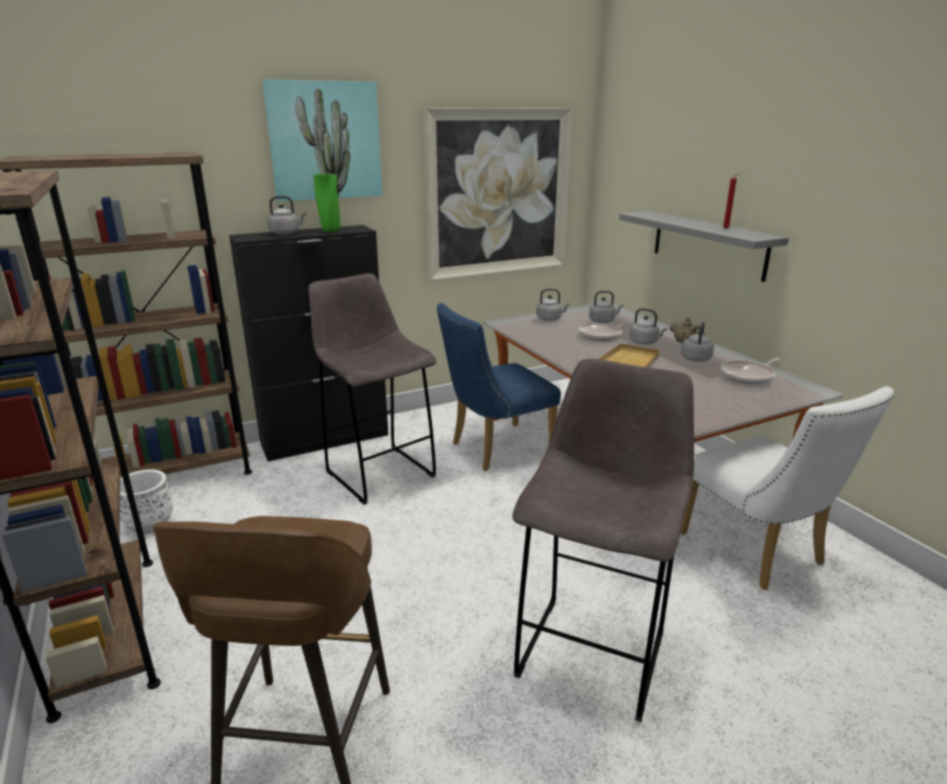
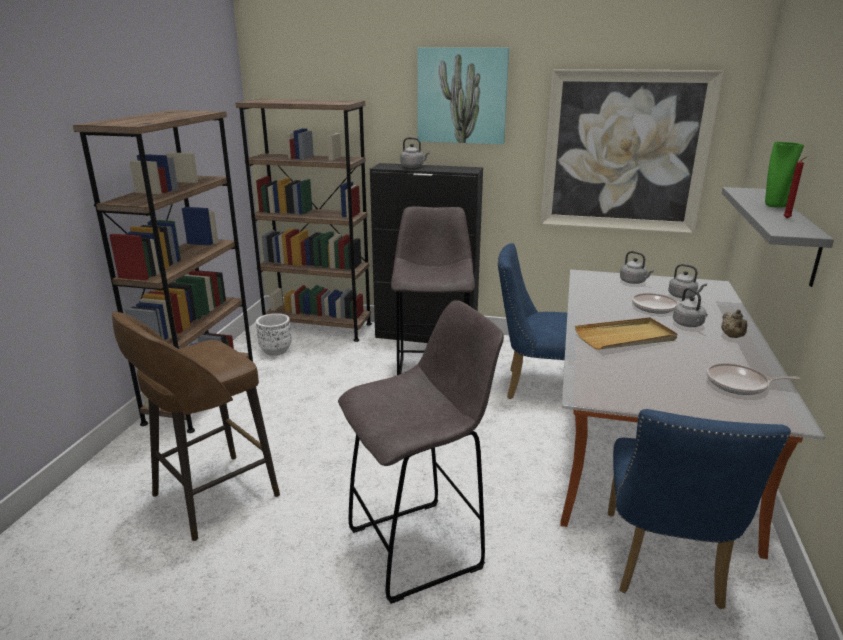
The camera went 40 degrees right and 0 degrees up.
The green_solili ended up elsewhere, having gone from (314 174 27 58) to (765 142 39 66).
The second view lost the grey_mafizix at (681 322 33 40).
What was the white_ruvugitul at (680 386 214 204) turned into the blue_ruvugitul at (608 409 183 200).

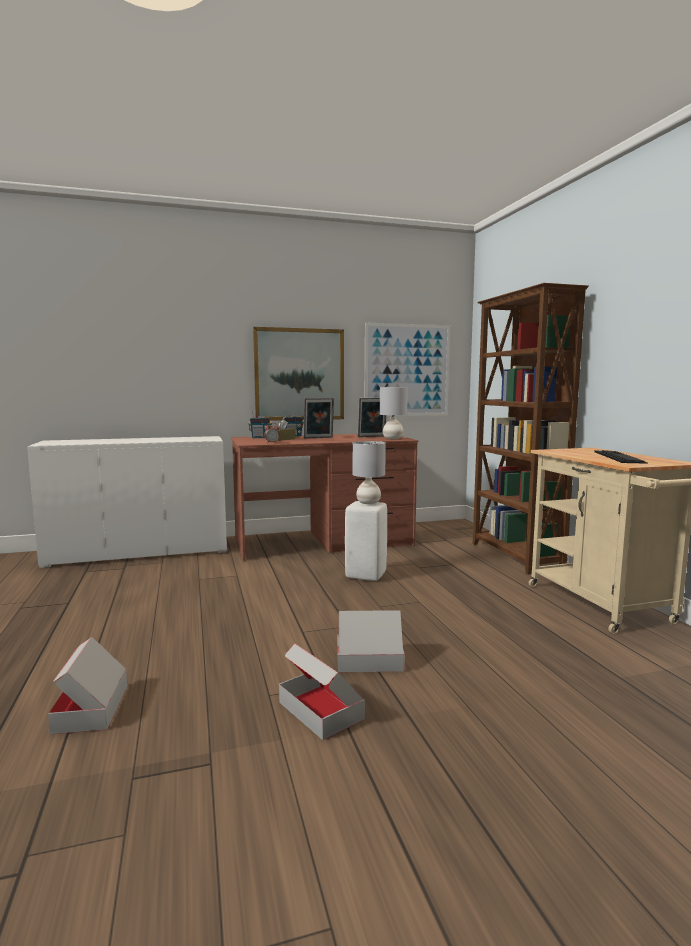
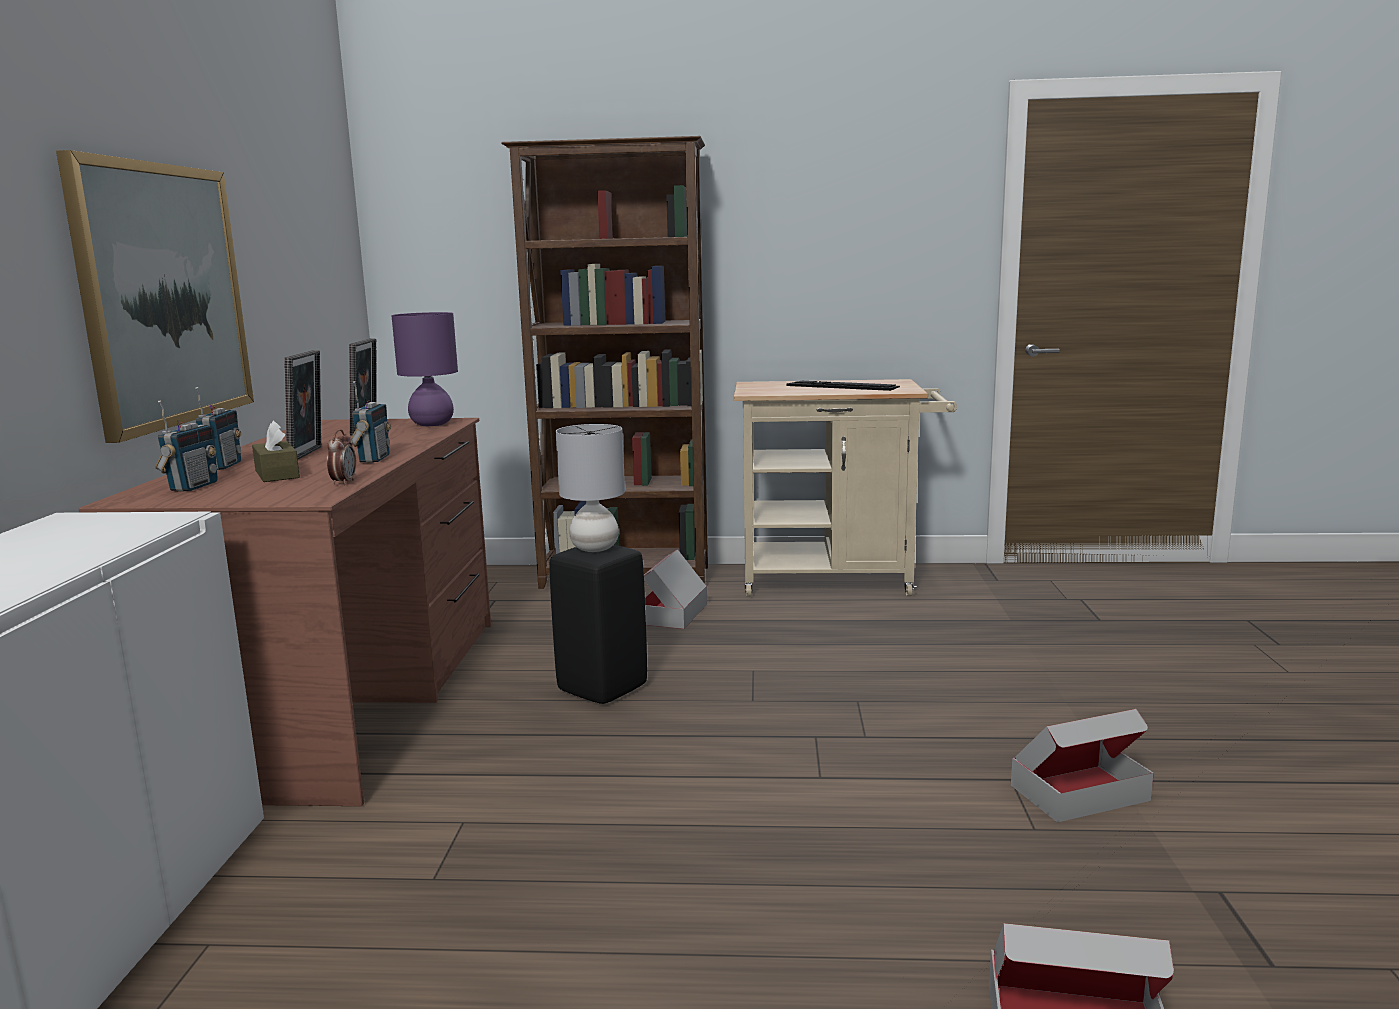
The camera went 70 degrees left and 5 degrees up.
The second view lost the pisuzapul at (365 322 85 94).
What was the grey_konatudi at (380 387 28 52) turned into the purple_konatudi at (392 312 66 114).
What was the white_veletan at (345 501 42 80) turned into the black_veletan at (550 545 97 159).
The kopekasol ended up elsewhere, having gone from (337 610 68 62) to (644 549 63 80).
The second view gained the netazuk at (351 381 40 82).

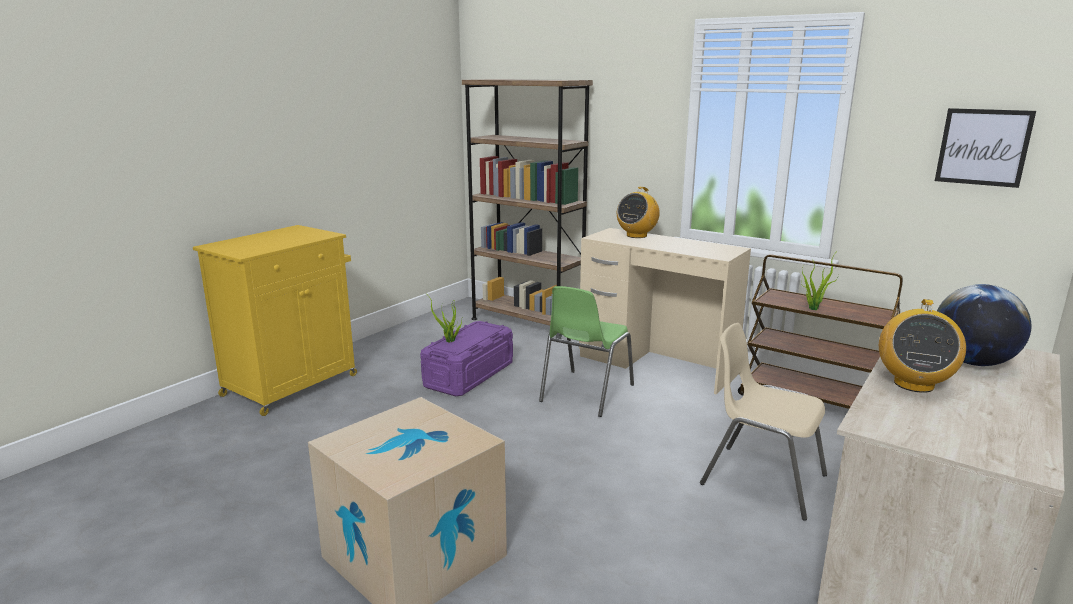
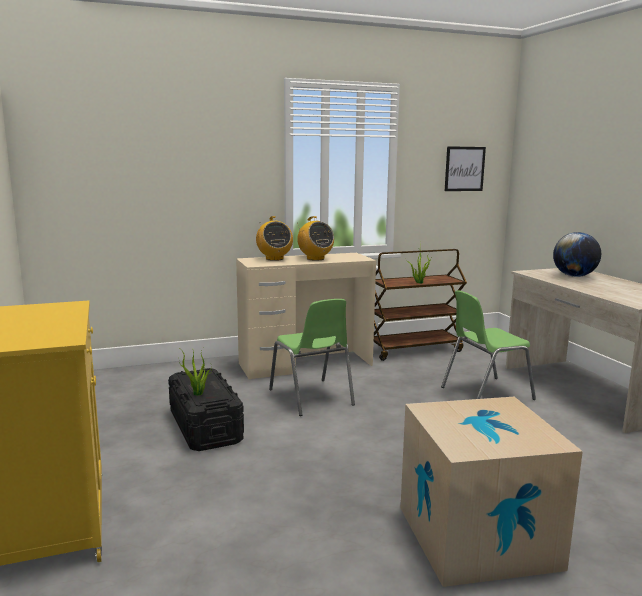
The camera went 55 degrees left and 5 degrees down.
The second view lost the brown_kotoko at (462 79 131 256).
The netazuk ended up elsewhere, having gone from (879 299 87 94) to (297 216 37 45).
What was the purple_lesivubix at (420 321 93 76) turned into the black_lesivubix at (168 368 76 83).
What was the beige_ruvugitul at (700 323 127 198) turned into the green_ruvugitul at (441 290 95 110).

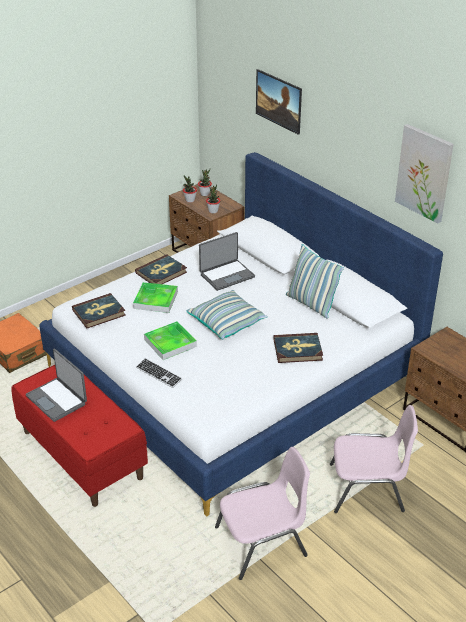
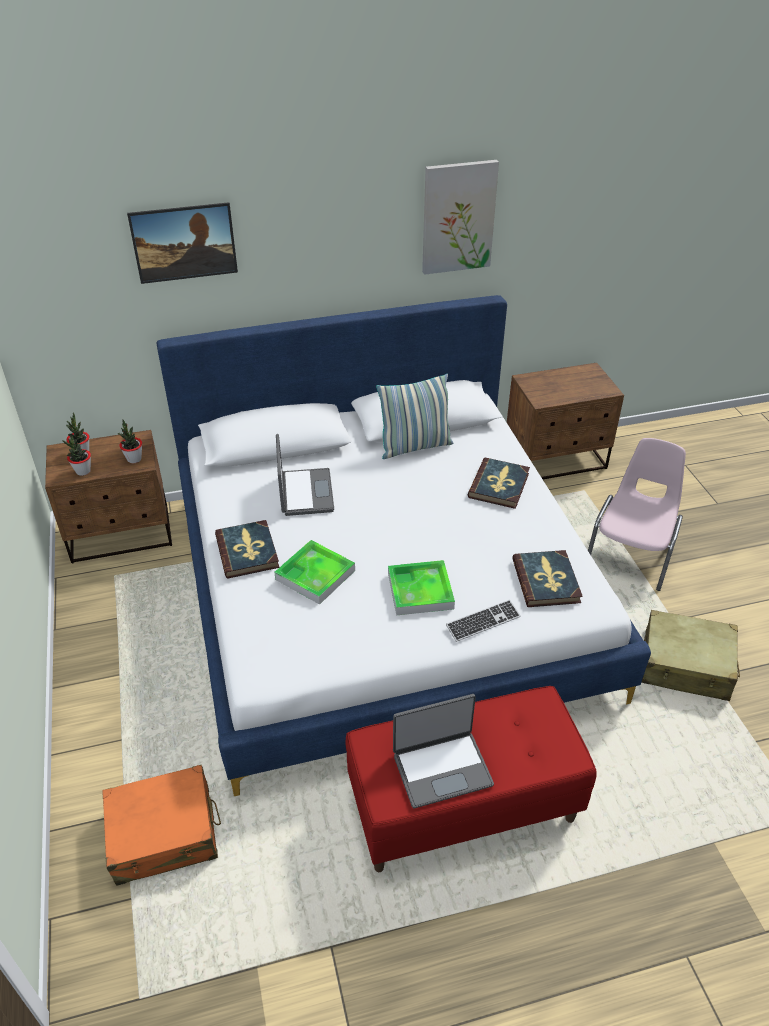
The camera went 65 degrees left and 5 degrees up.
The second view lost the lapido at (187 290 81 49).
The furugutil ended up elsewhere, having gone from (72 293 54 36) to (512 550 71 57).
Where the pink_ruvugitul stood at (215 447 95 133), the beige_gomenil came to stand at (642 610 98 91).

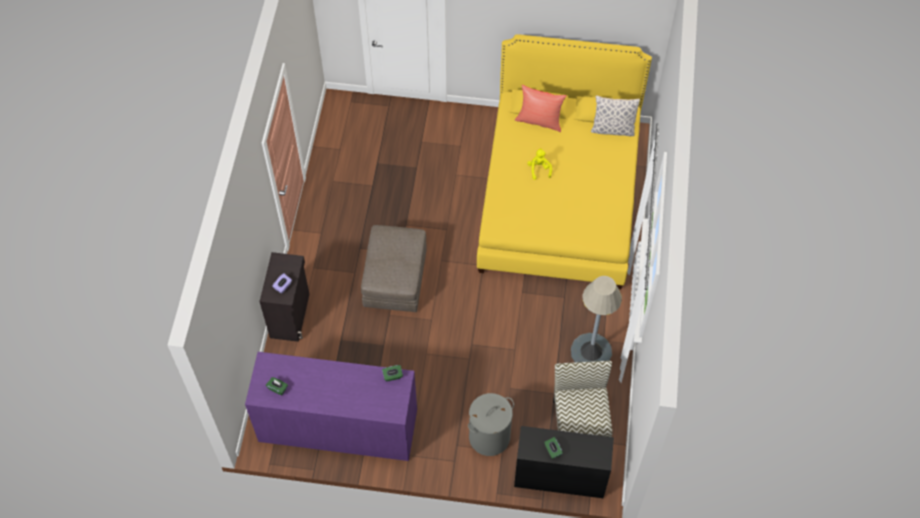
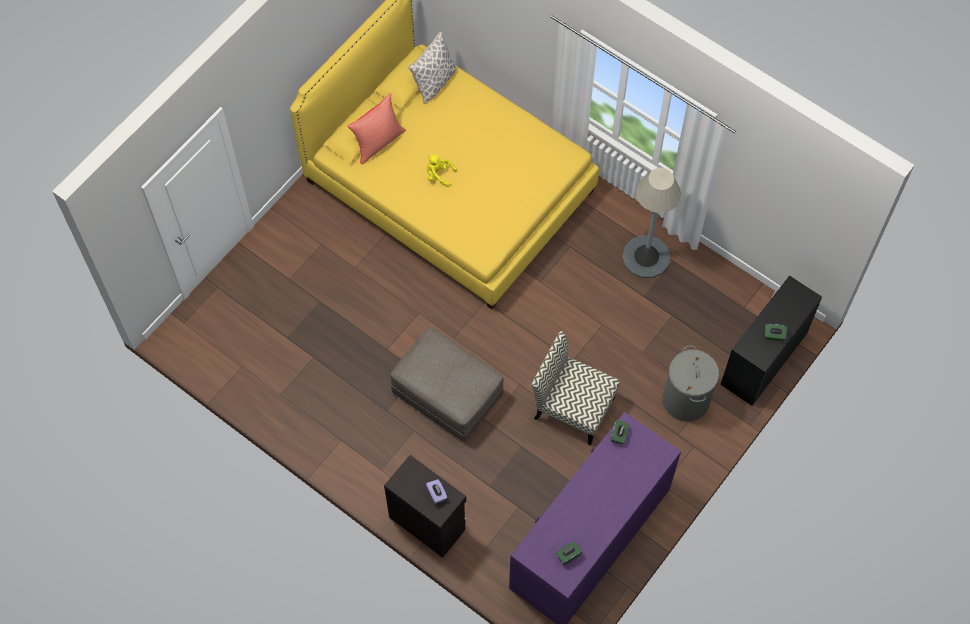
The camera went 60 degrees left and 5 degrees up.
The ruvugitul ended up elsewhere, having gone from (553 361 60 76) to (532 331 88 114).

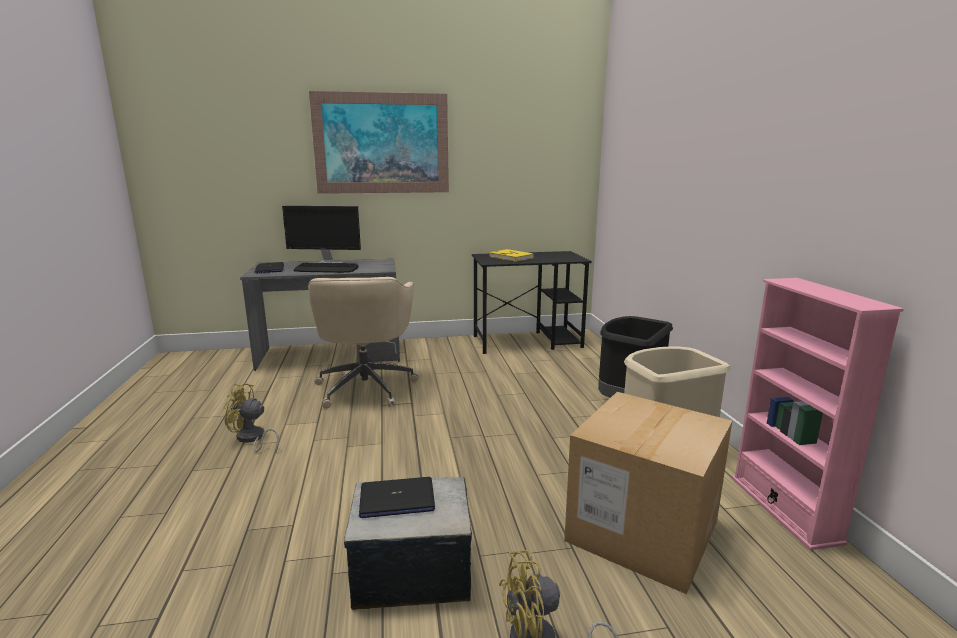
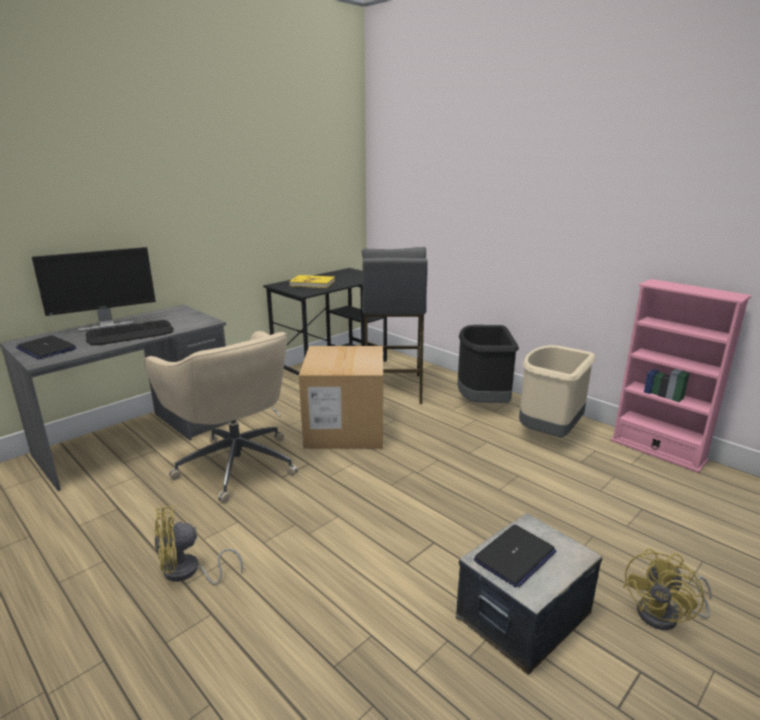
The camera went 35 degrees left and 5 degrees up.
The second view lost the pisuzapul at (309 91 140 103).
The kopekasol ended up elsewhere, having gone from (564 392 168 202) to (299 346 84 103).
The second view gained the grey_veletan at (362 247 66 157).

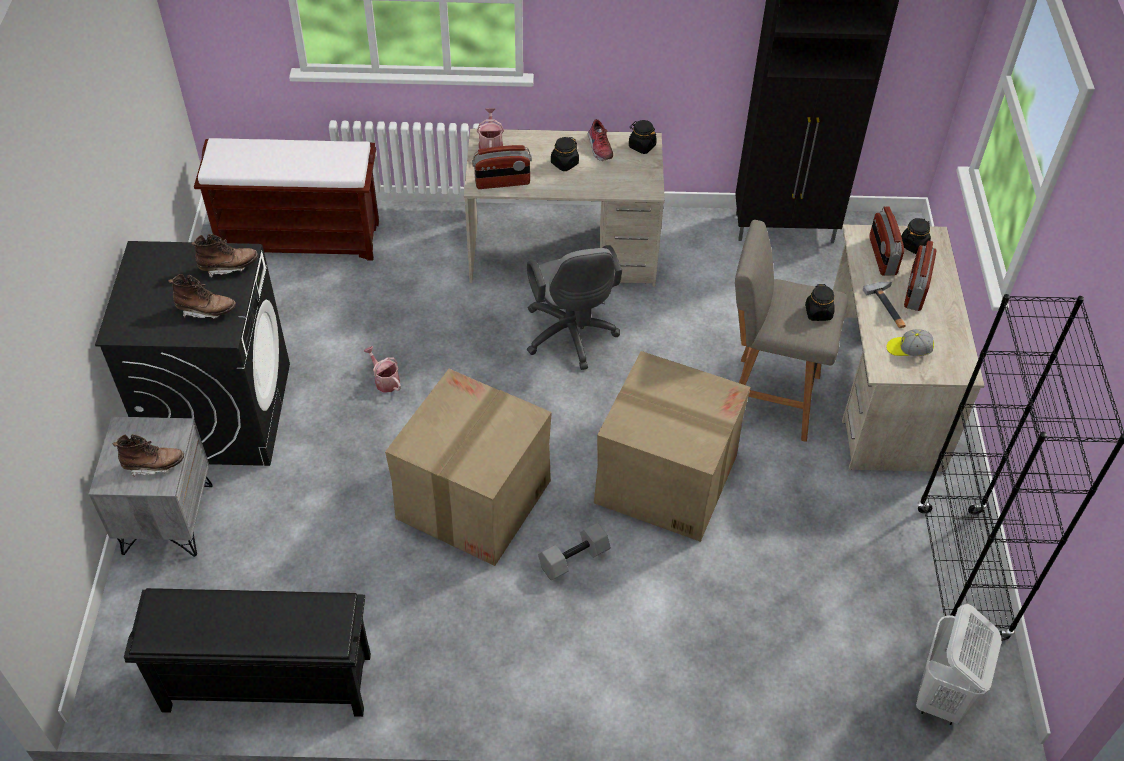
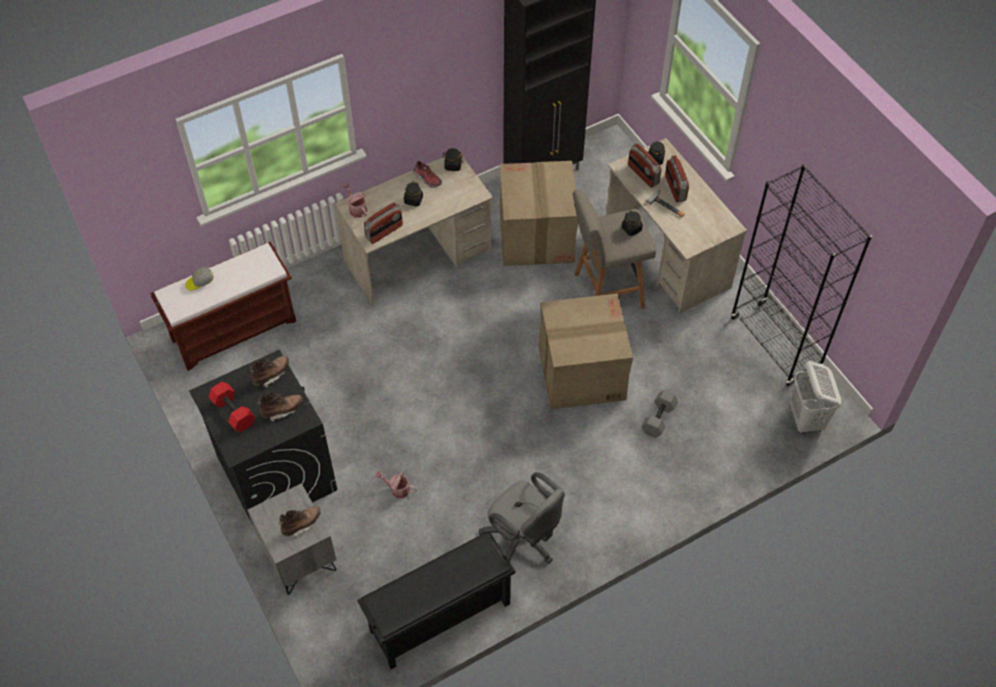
The camera went 30 degrees left and 5 degrees up.
The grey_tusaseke ended up elsewhere, having gone from (527 245 95 125) to (478 472 87 92).
The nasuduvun ended up elsewhere, having gone from (887 329 47 27) to (185 267 29 24).
The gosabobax ended up elsewhere, having gone from (363 346 38 47) to (375 471 42 27).
The kopekasol ended up elsewhere, having gone from (385 369 167 197) to (500 161 78 105).
The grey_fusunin ended up elsewhere, having gone from (538 523 73 57) to (641 390 37 48).
The second view gained the red_fusunin at (208 382 47 50).

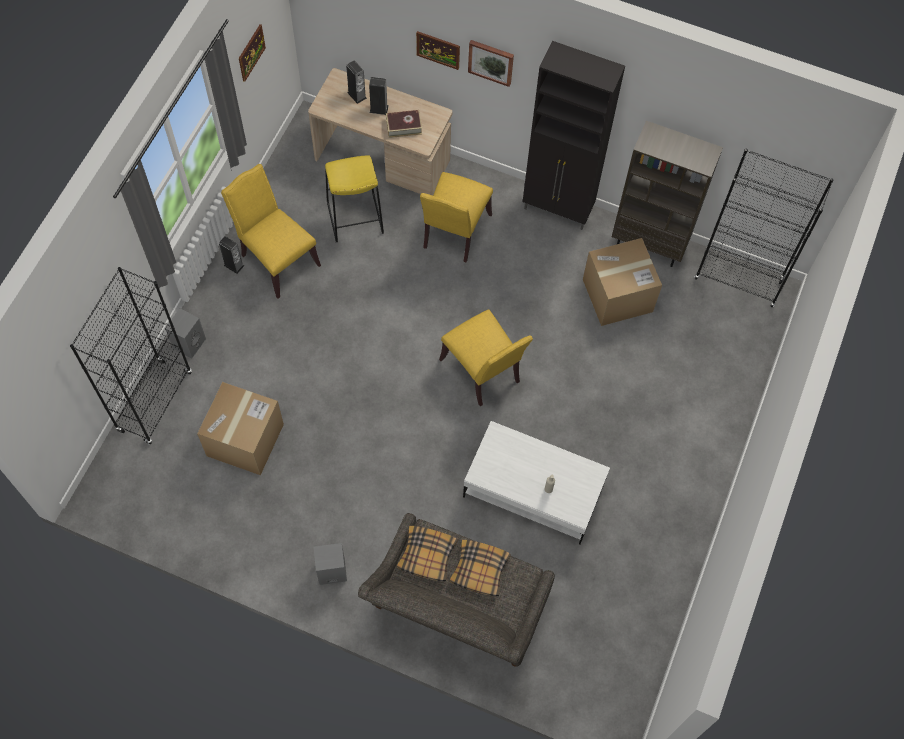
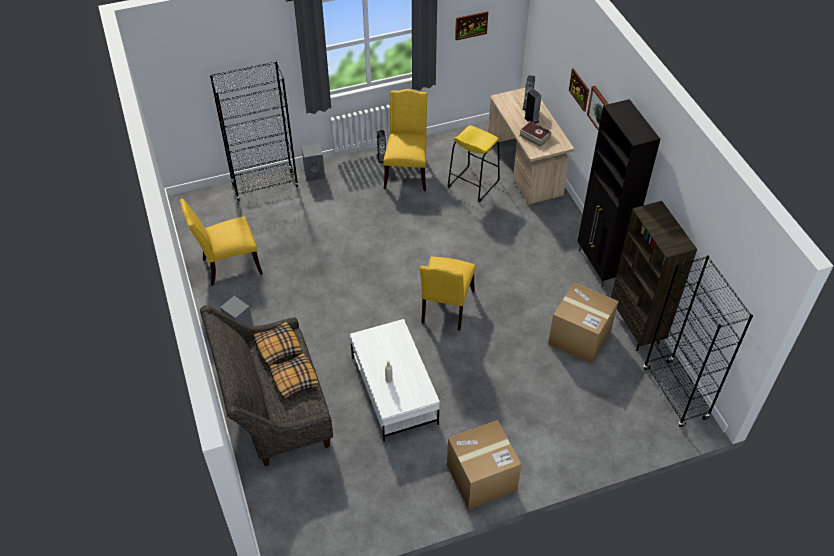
The camera went 50 degrees right and 15 degrees down.
The yellow_ruvugitul ended up elsewhere, having gone from (420 172 73 90) to (180 199 83 87).
The kopekasol ended up elsewhere, having gone from (197 382 87 93) to (447 420 75 90).

